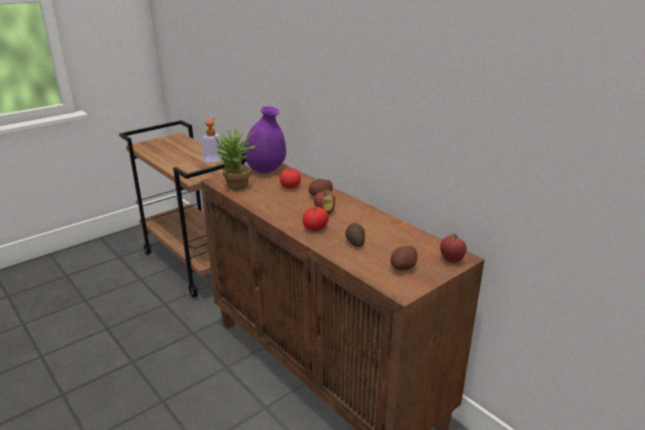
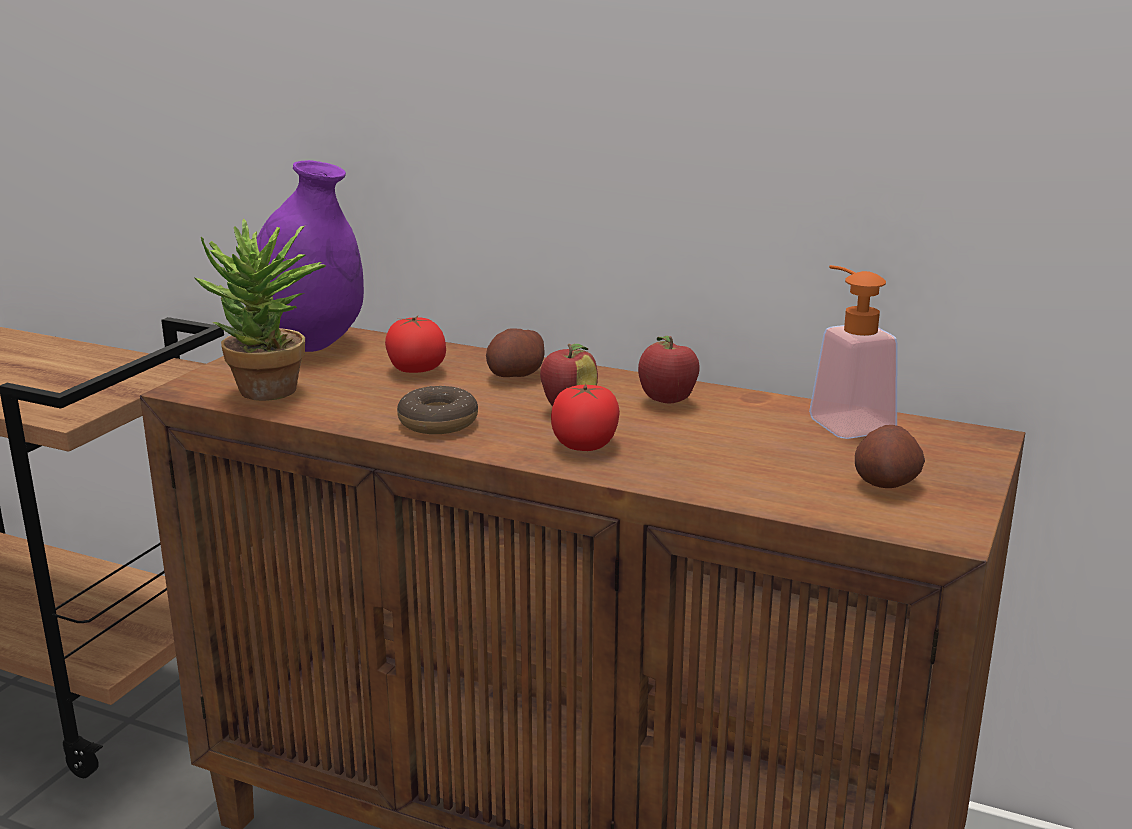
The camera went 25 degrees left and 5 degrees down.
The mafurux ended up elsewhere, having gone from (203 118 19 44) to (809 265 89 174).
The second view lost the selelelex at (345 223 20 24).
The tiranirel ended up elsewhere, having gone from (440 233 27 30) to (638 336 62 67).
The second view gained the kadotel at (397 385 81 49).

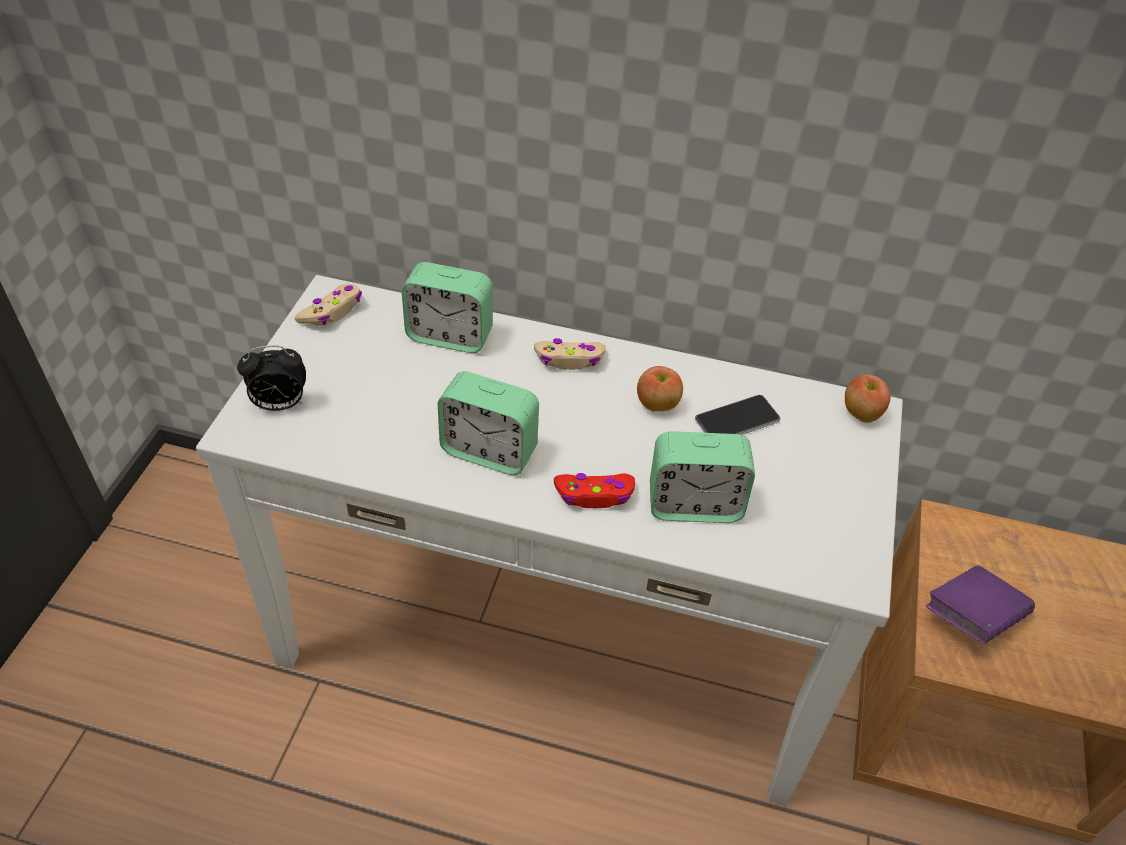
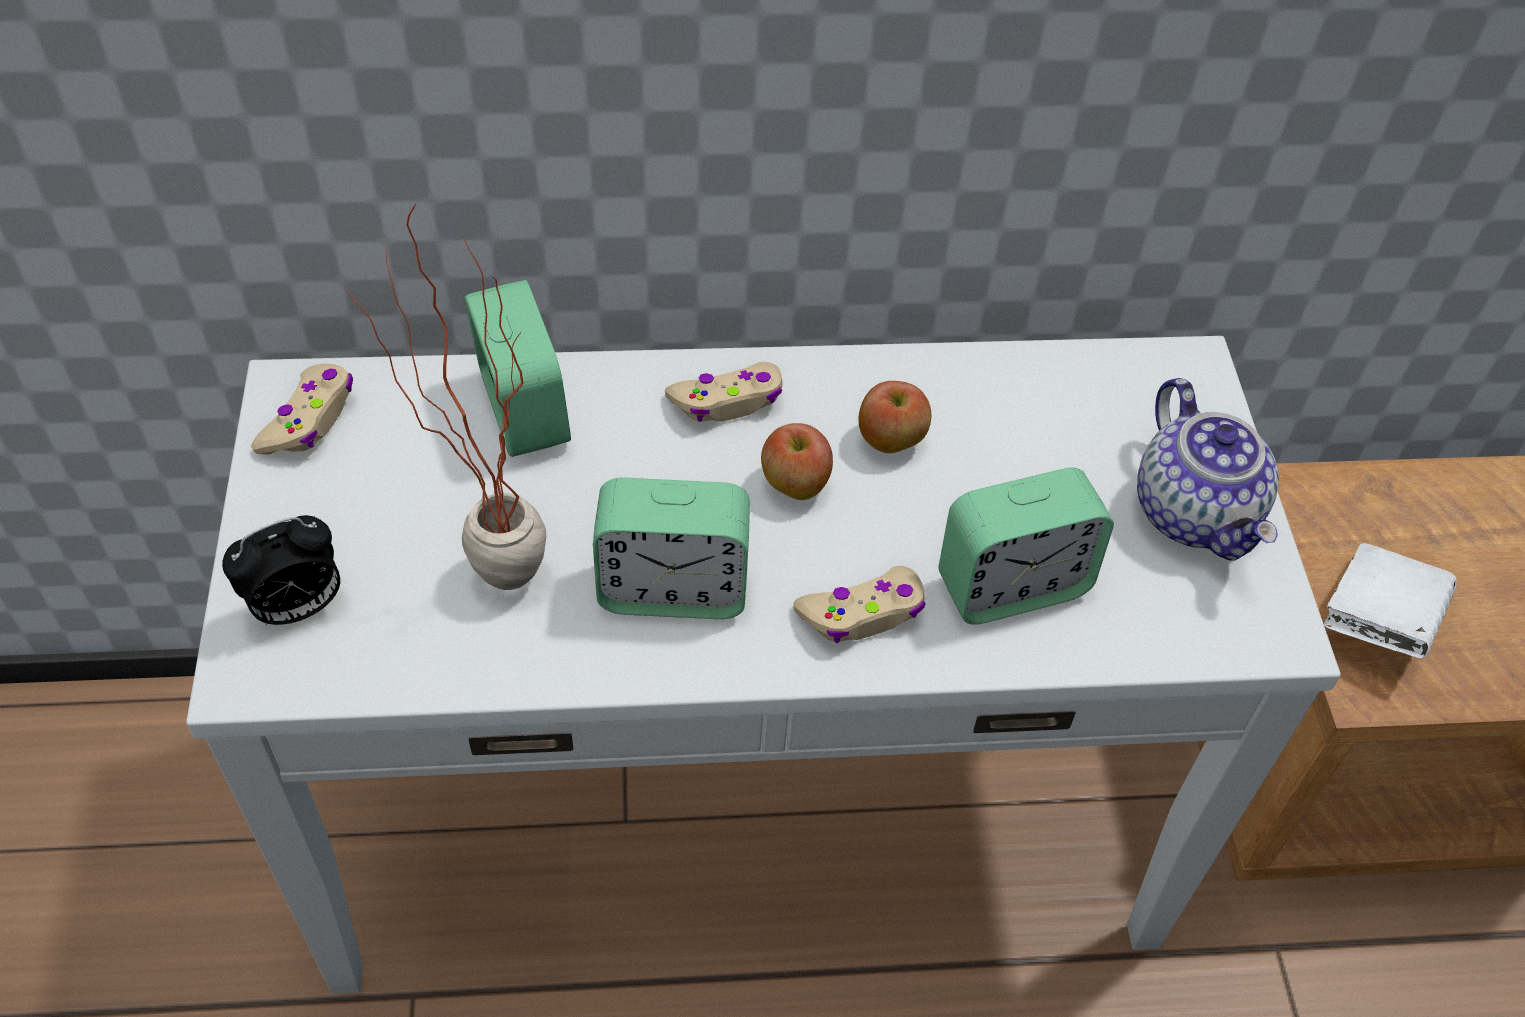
The camera went 20 degrees left and 5 degrees up.
The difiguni at (402 262 91 91) ended up facing another way, 105 degrees counterclockwise from before.
The tiranirel ended up elsewhere, having gone from (845 375 46 48) to (761 423 72 77).
The second view lost the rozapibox at (695 395 85 40).
What was the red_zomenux at (554 473 81 35) turned into the beige_zomenux at (793 566 132 77).
What was the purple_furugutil at (926 565 109 79) turned into the white_furugutil at (1324 543 133 115).
The second view gained the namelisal at (345 204 202 386).
The second view gained the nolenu at (1137 378 142 183).

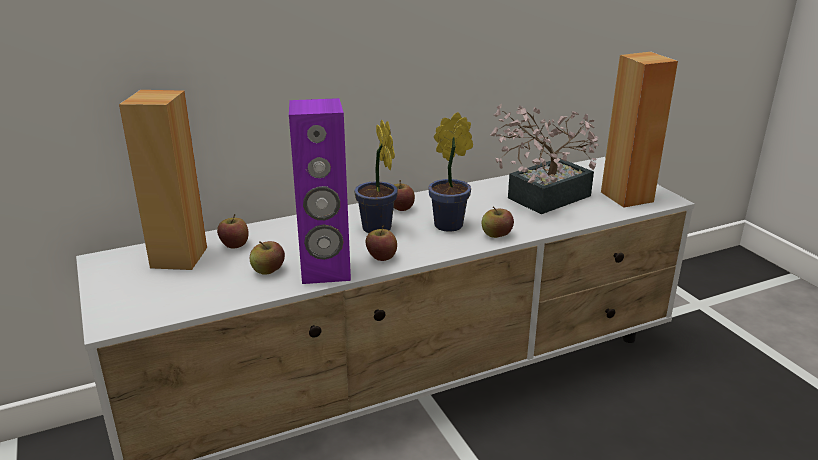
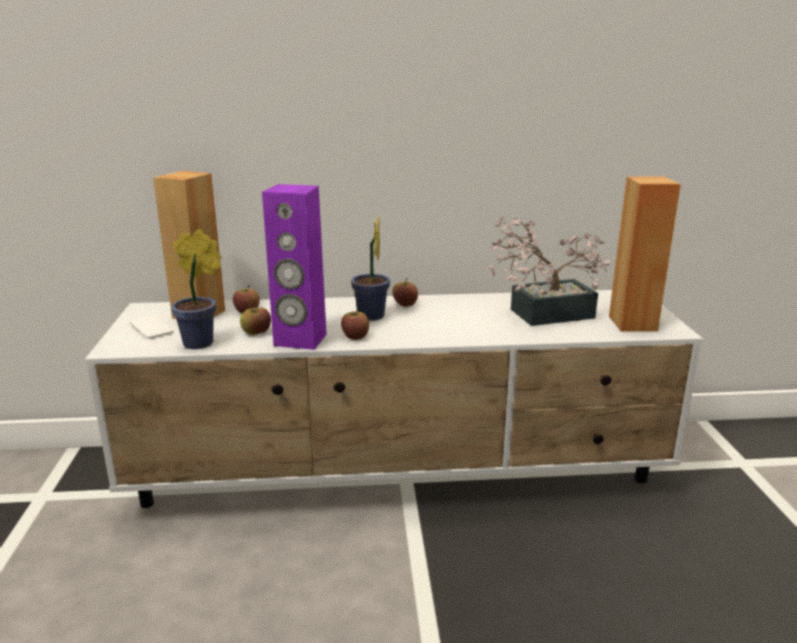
The camera went 20 degrees right and 5 degrees down.
The namelisal ended up elsewhere, having gone from (428 112 45 120) to (171 229 50 120).
The second view lost the tiranirel at (482 206 32 32).
The second view gained the rozapibox at (129 315 45 24).

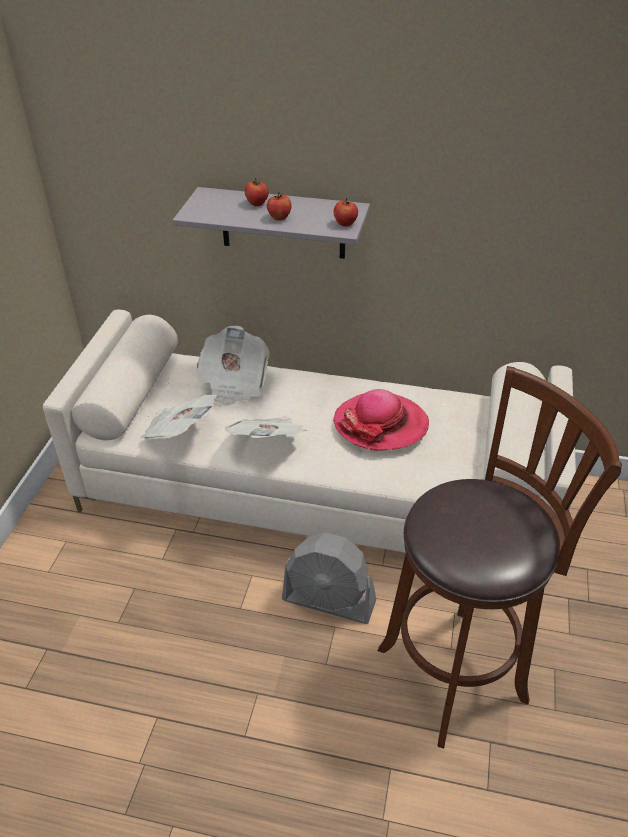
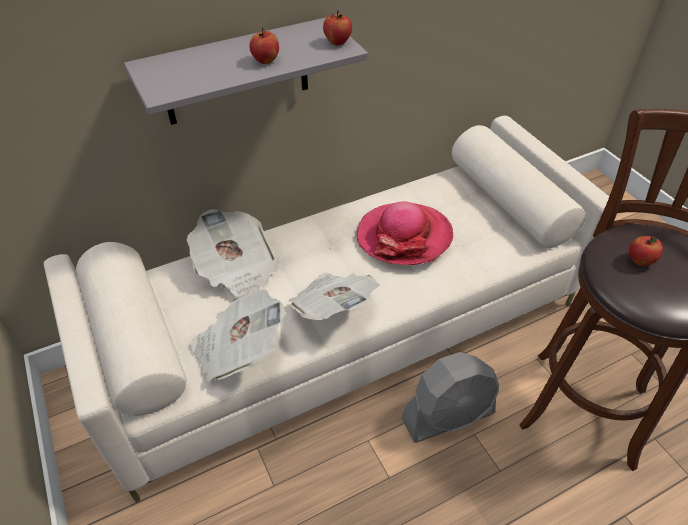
The camera went 40 degrees left and 5 degrees up.
The tiranirel ended up elsewhere, having gone from (245 178 24 28) to (629 236 34 30).

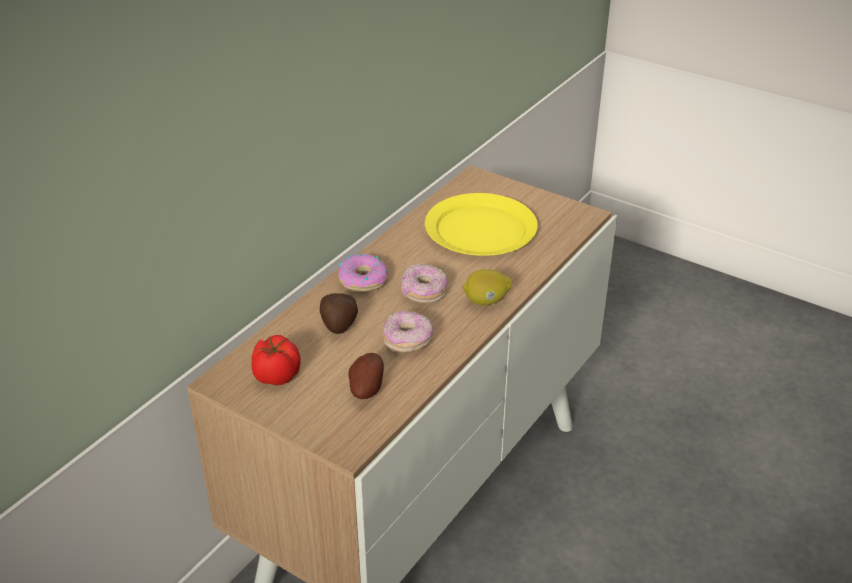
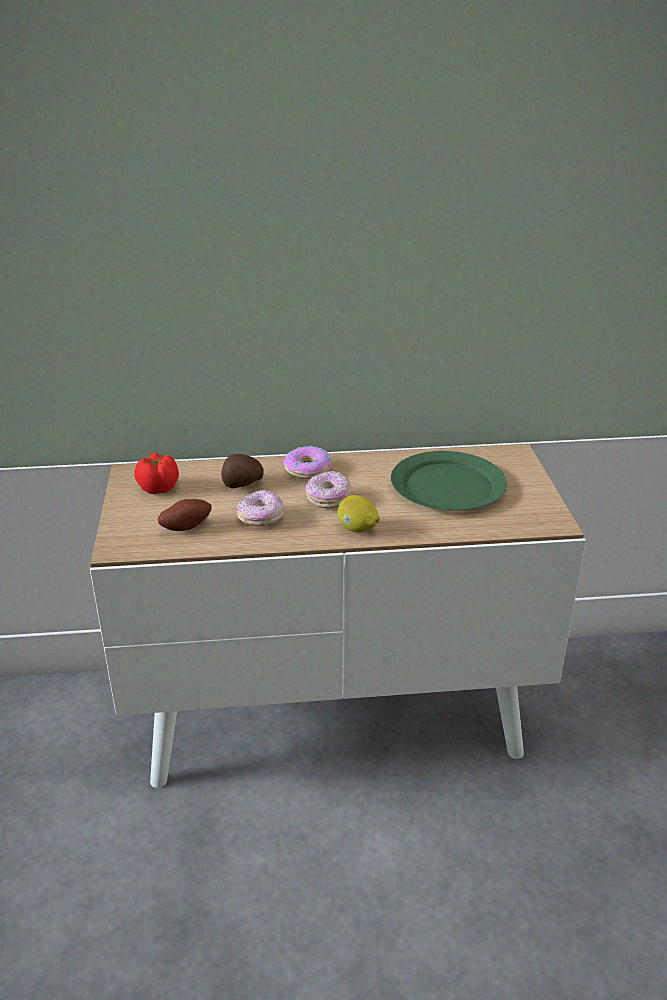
The camera went 50 degrees right and 5 degrees down.
What was the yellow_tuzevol at (425 193 113 63) turned into the green_tuzevol at (391 451 116 60).

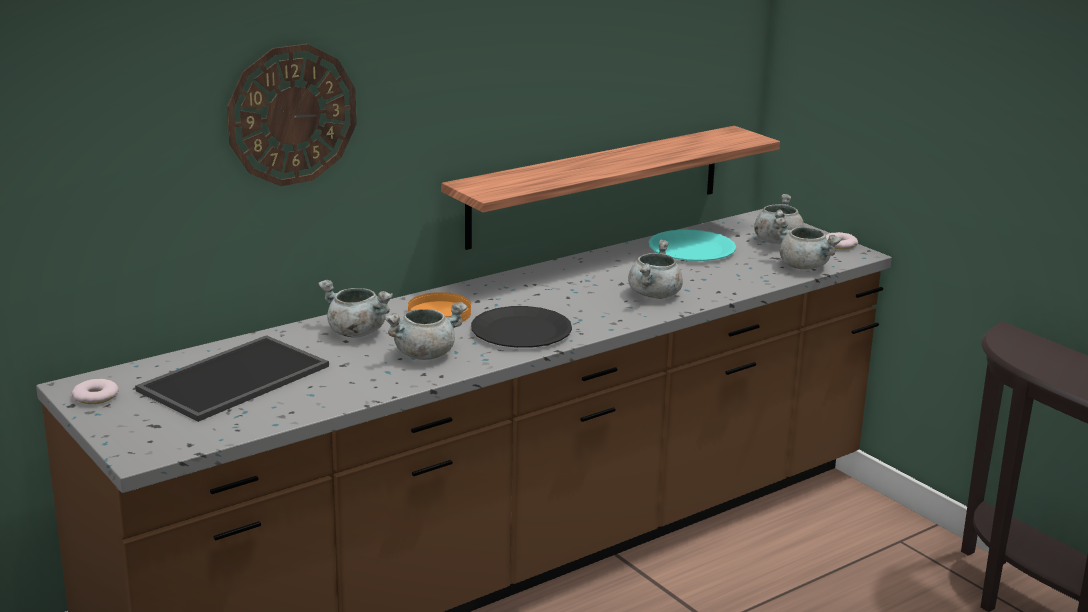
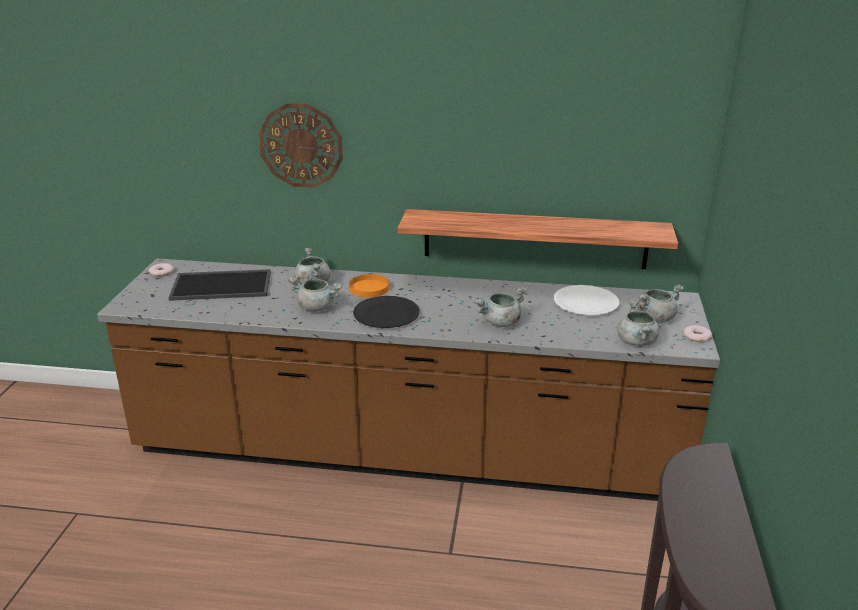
The camera went 45 degrees right and 5 degrees up.
What was the turquoise_tuzevol at (649 229 87 32) turned into the white_tuzevol at (554 285 65 31).

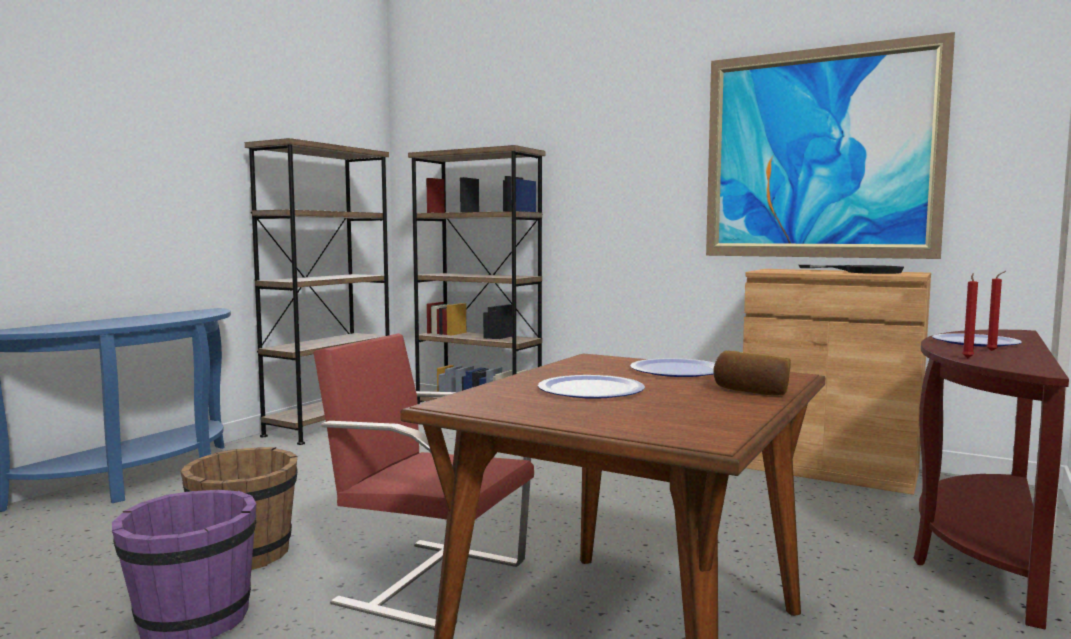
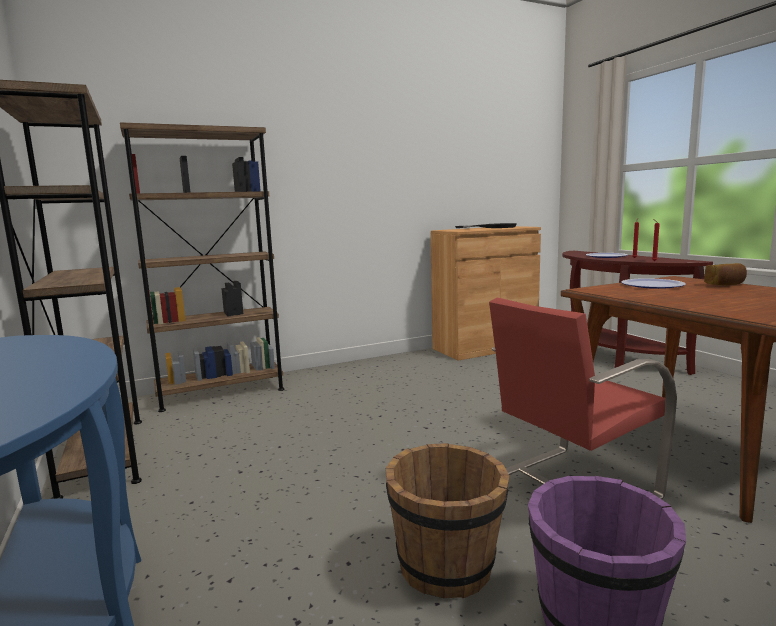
The camera went 55 degrees left and 5 degrees up.
The second view lost the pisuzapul at (706 32 249 227).
The second view lost the tuzevol at (538 375 107 24).

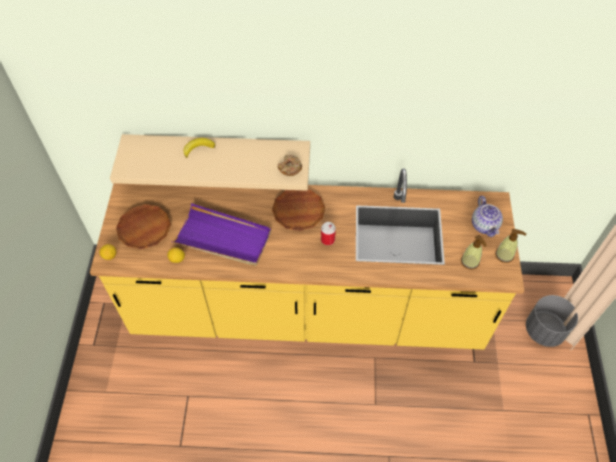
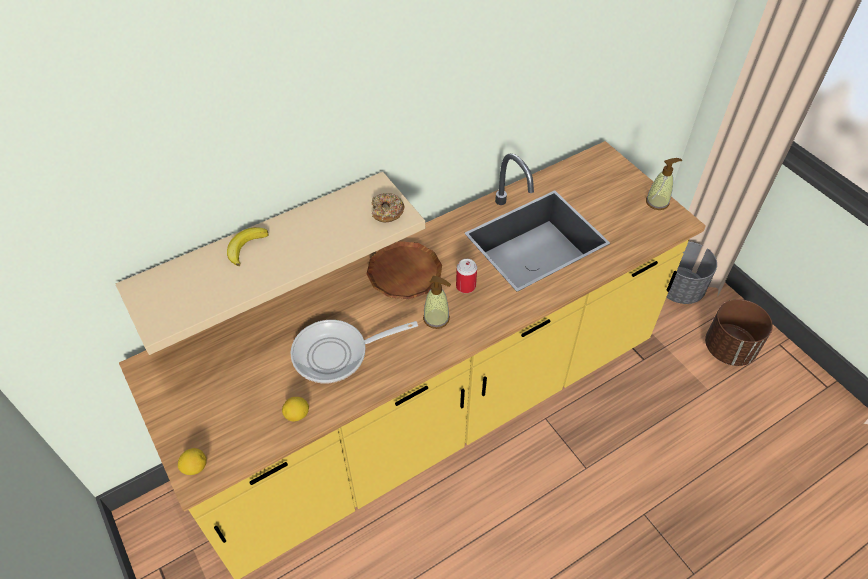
The camera went 35 degrees left and 5 degrees down.
The second view lost the nolenu at (472 196 31 41).
Where the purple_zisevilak stood at (171 203 100 63), the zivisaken came to stand at (291 320 127 63).
The second view lost the brown_tuzevol at (116 204 55 45).
The mafurux ended up elsewhere, having gone from (461 235 26 35) to (423 276 28 53).
The second view gained the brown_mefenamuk at (705 299 68 67).

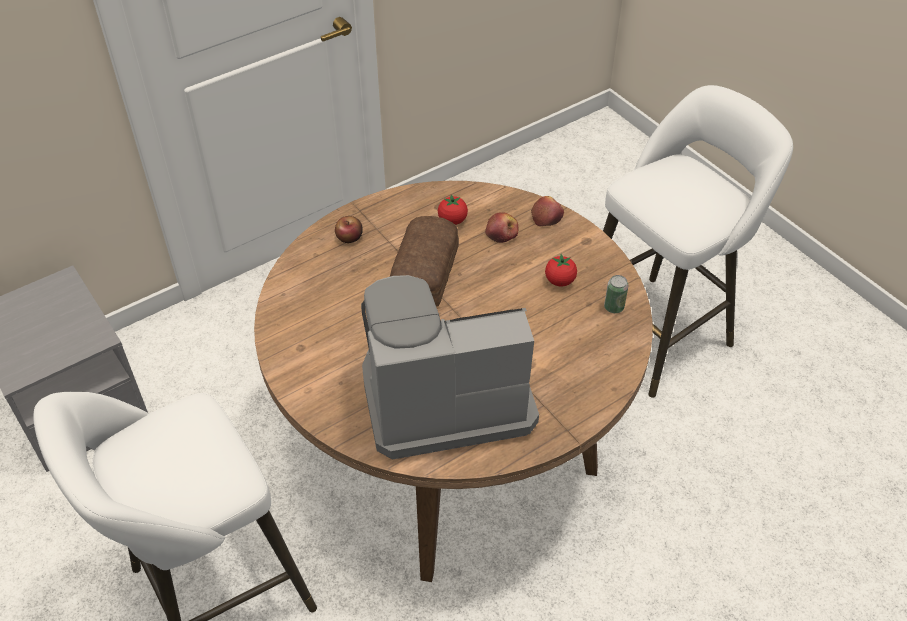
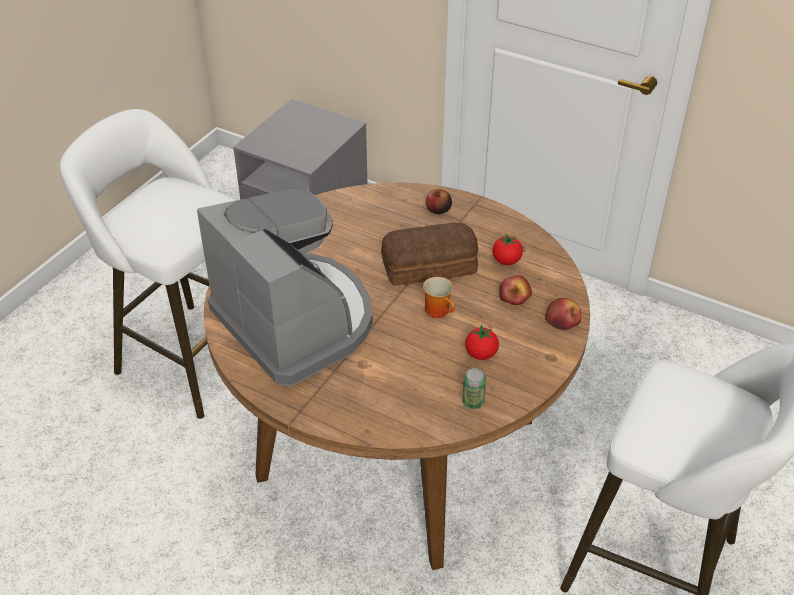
The camera went 65 degrees right and 5 degrees down.
The second view gained the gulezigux at (423 277 32 41).

